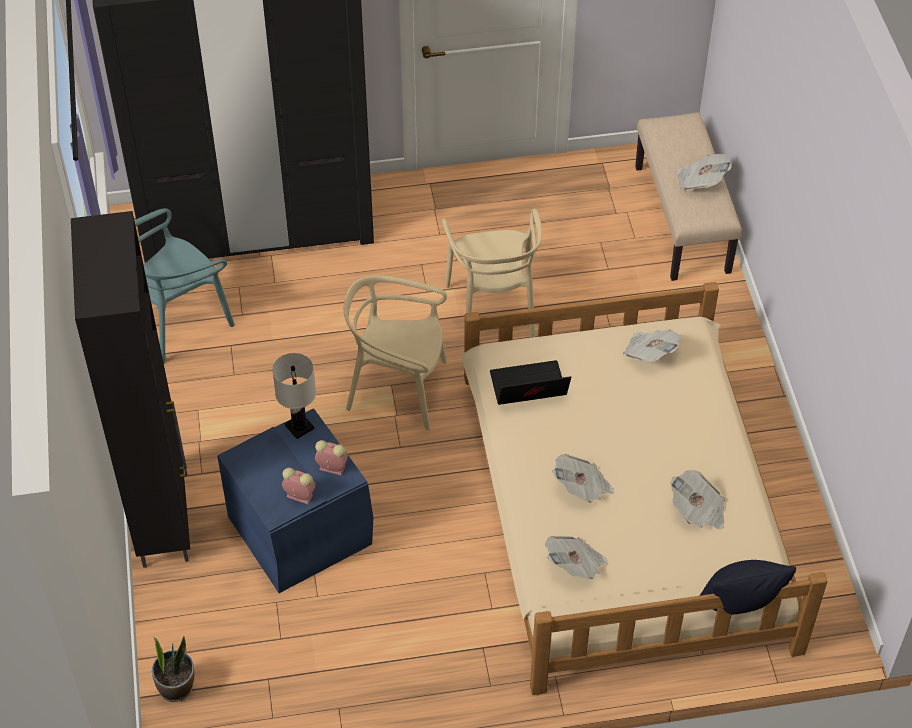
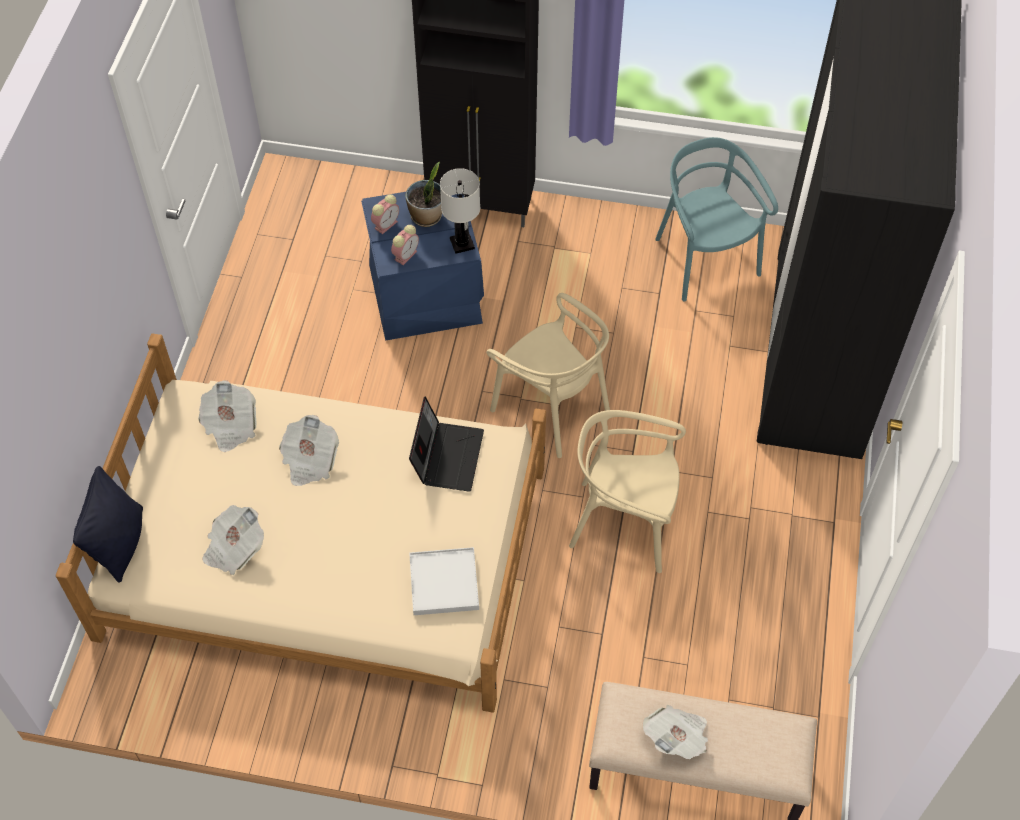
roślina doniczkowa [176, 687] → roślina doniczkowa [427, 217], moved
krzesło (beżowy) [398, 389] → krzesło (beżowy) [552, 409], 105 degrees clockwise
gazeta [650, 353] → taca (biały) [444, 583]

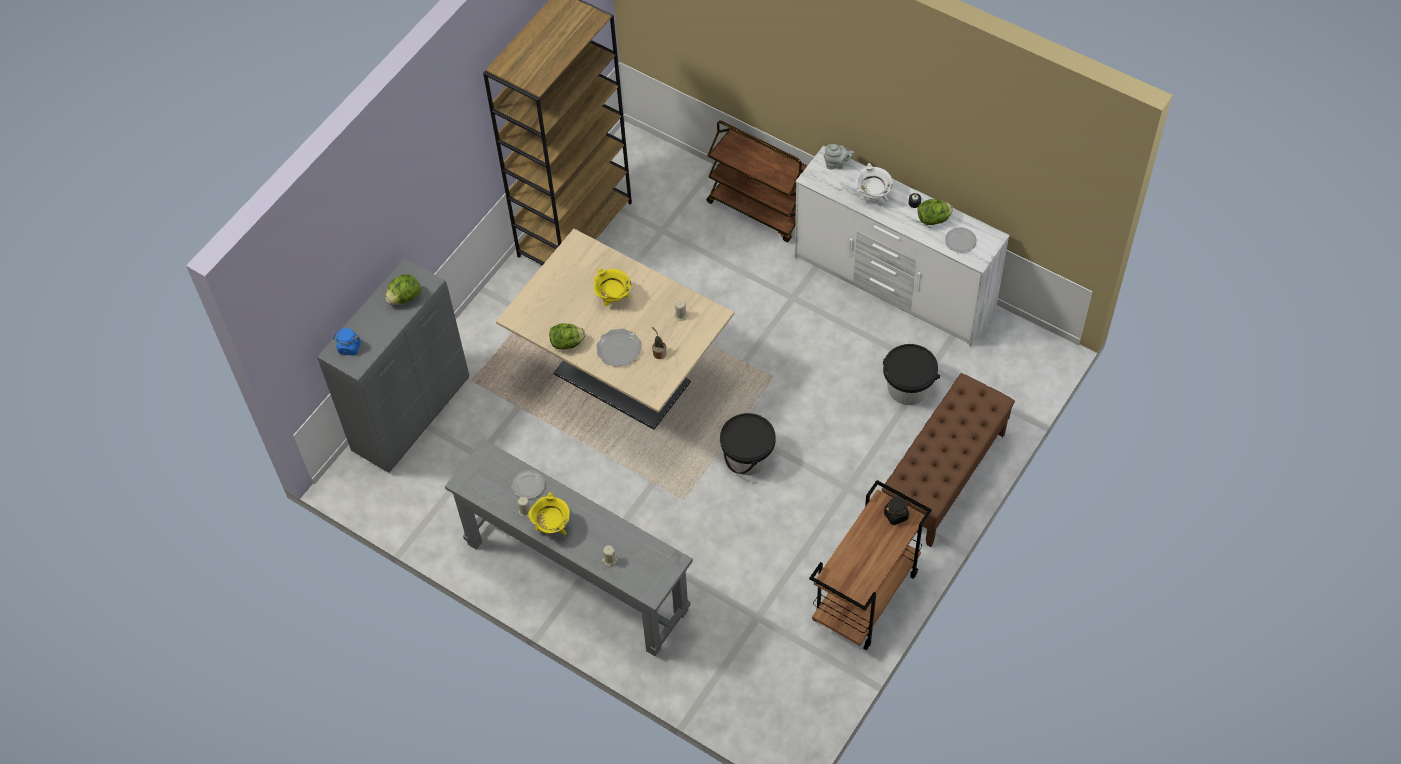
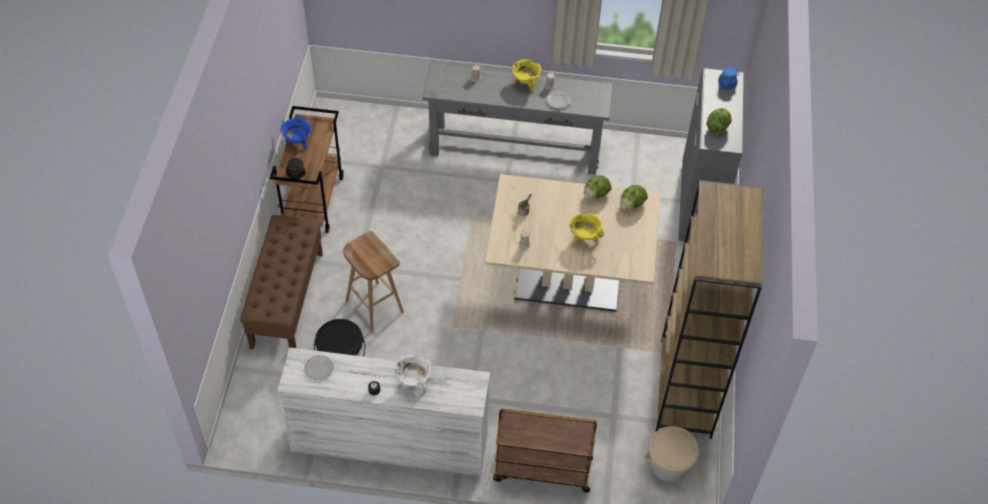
talerz [619, 349] → -
wiadro (czarny) [747, 457] → -
imbryk (szary) [837, 164] → -
sałata [934, 219] → sałata [631, 204], moved
- → garnek (niebieski) [298, 142]
- → stołek (brązowy) [373, 306]
- → wiadro (beżowy) [669, 465]

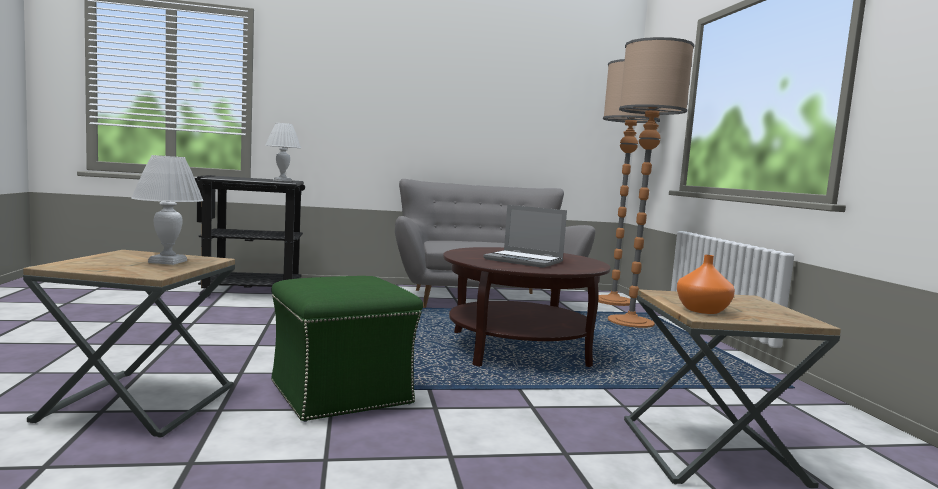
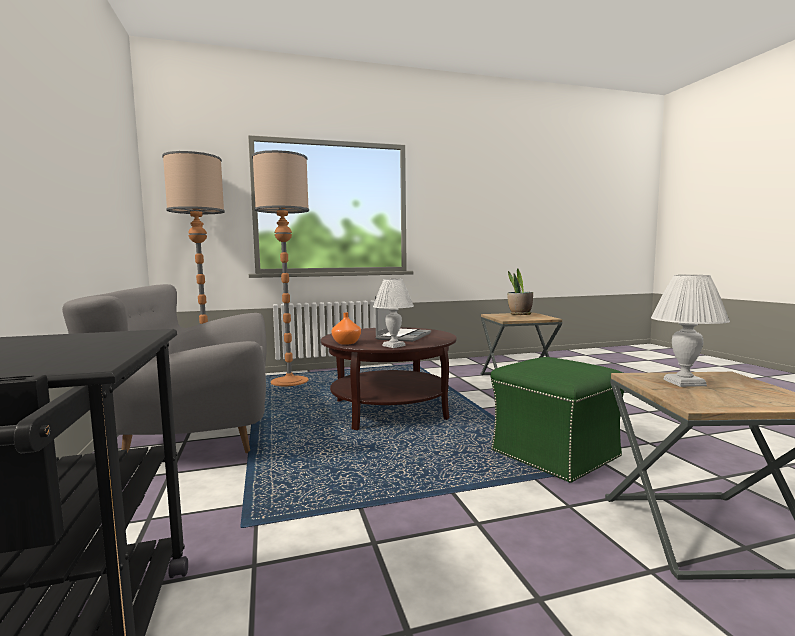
lampa stołowa (biały) [282, 181] → lampa stołowa (biały) [394, 345], moved
wazon (pomarańczowy) [702, 310] → wazon (pomarańczowy) [347, 343], moved
- → roślina doniczkowa [519, 314]

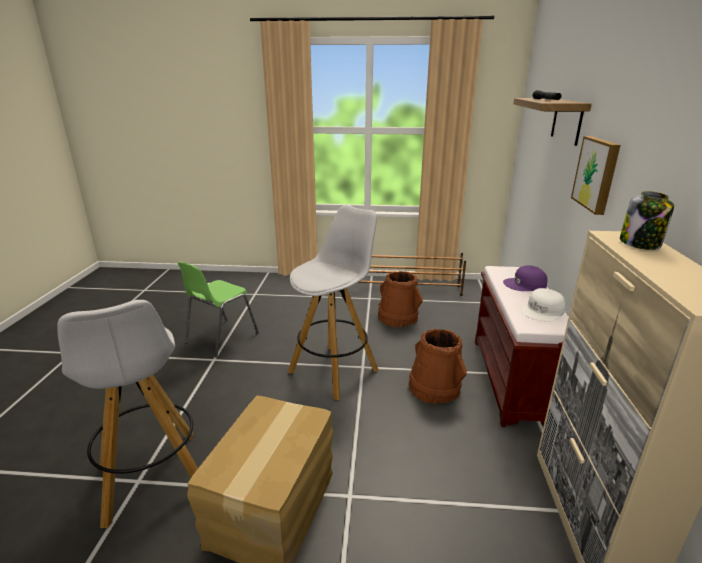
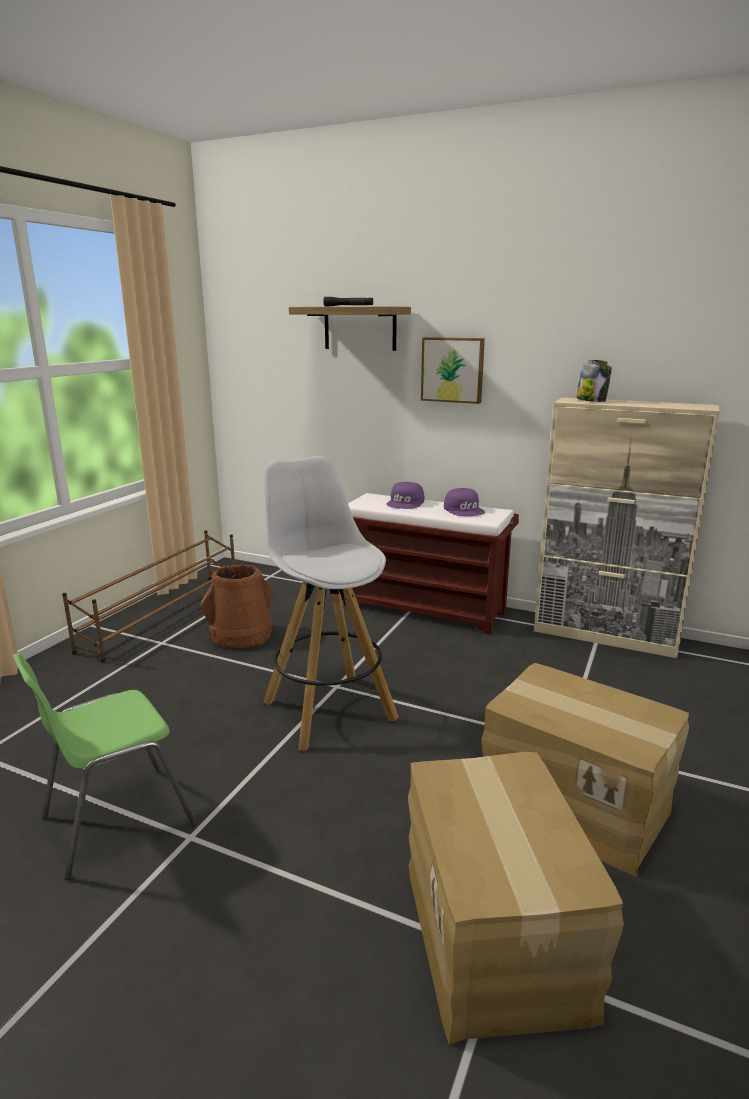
stołek (biały) [152, 478] → karton [496, 934]
krzesło (zielony) [221, 338] → krzesło (zielony) [116, 820], 90 degrees clockwise
wiadro (brązowy) [434, 387] → -
czapka z daszkiem (biały) [543, 311] → czapka z daszkiem (fioletowy) [464, 510]

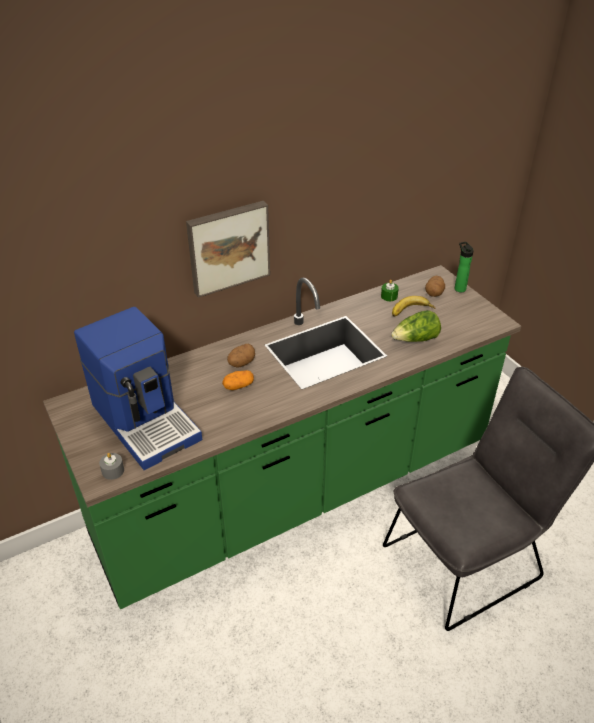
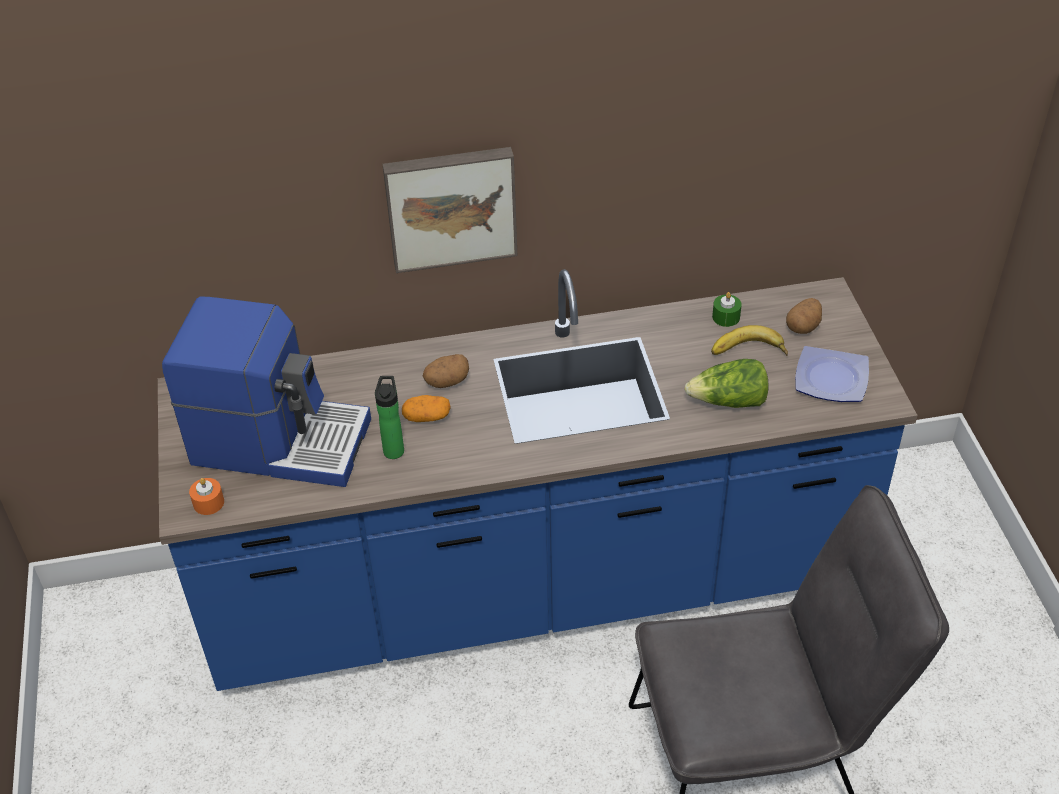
zabudowa kuchenna (zielony) [297, 492] → zabudowa kuchenna (niebieski) [535, 588]
ekspres do kawy [146, 420] → ekspres do kawy [280, 440], 60 degrees counterclockwise
świeca (szary) [113, 471] → świeca (pomarańczowy) [208, 503]
butelka [459, 288] → butelka [394, 449], moved
- → talerz [832, 378]

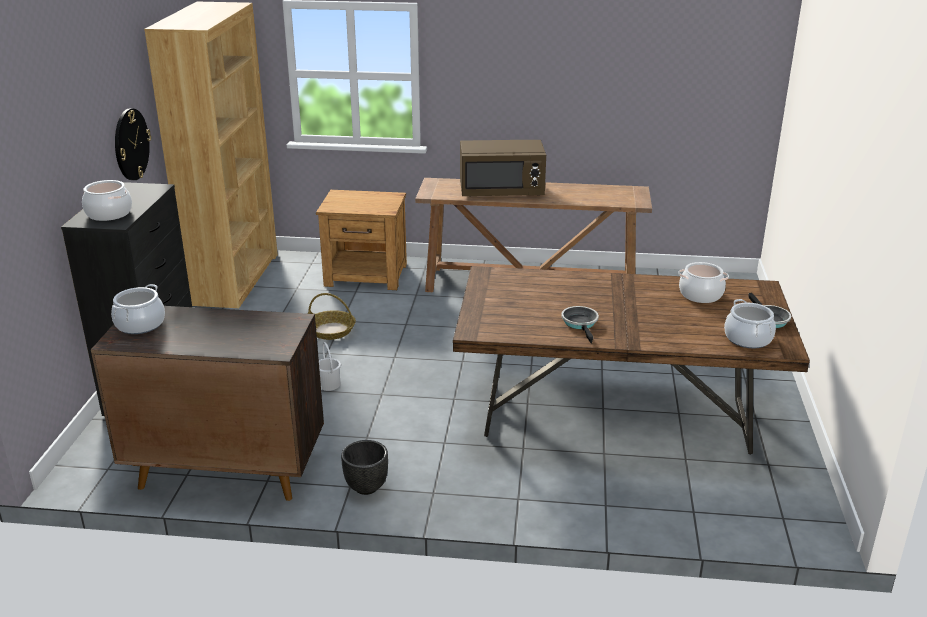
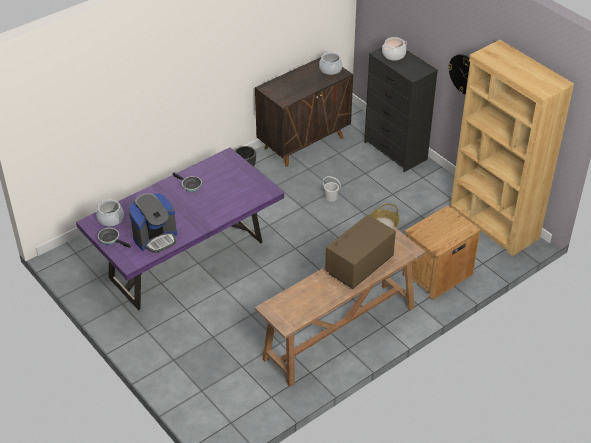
stół jadalny (brązowy) [614, 418] → stół jadalny (fioletowy) [187, 260]
garnek [700, 295] → ekspres do kawy [155, 238]

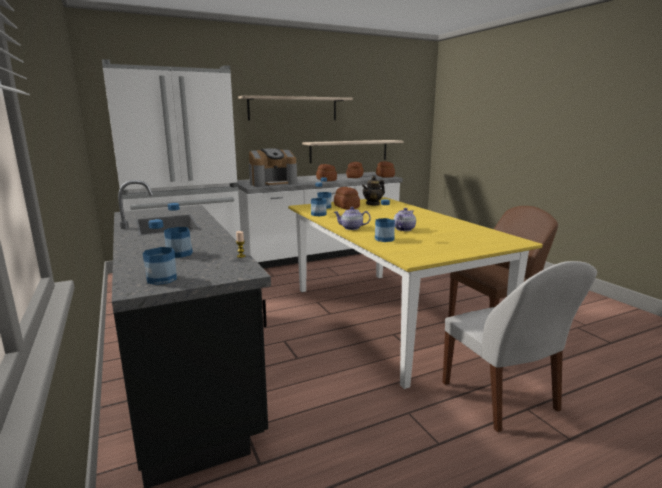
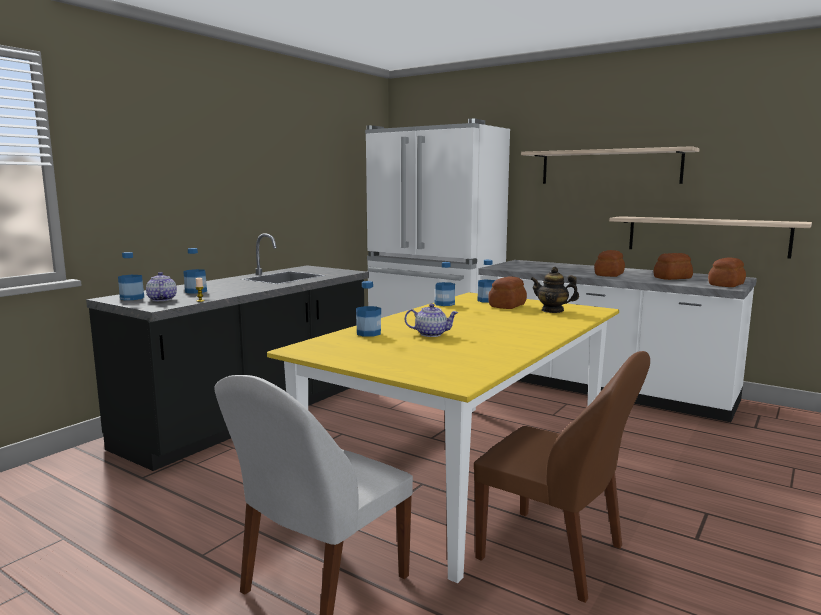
ekspres do kawy [273, 183] → -
imbryk [351, 228] → imbryk [161, 299], moved

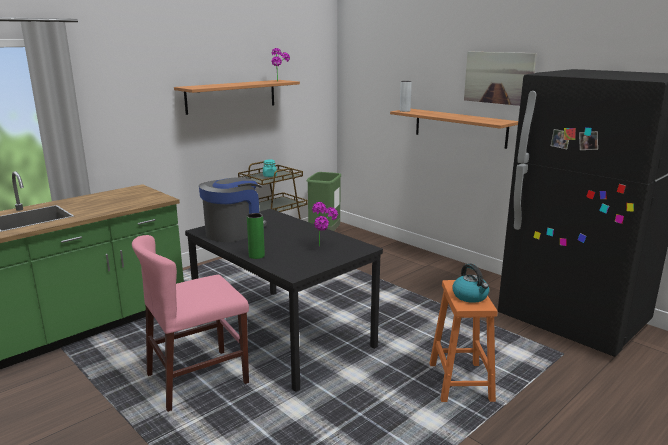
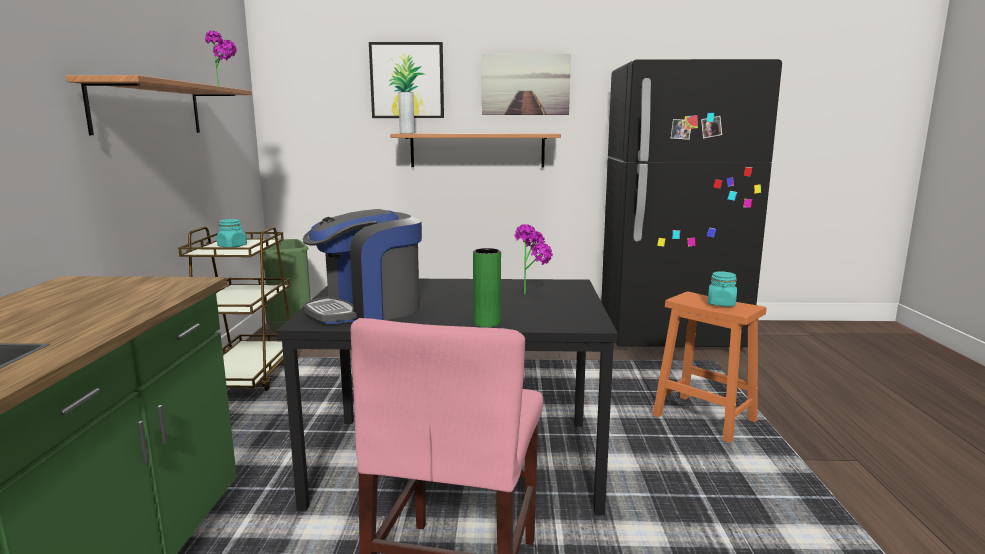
ekspres do kawy [234, 232] → ekspres do kawy [368, 310], 120 degrees counterclockwise
czajnik [470, 296] → słoik (turkusowy) [721, 304]
- → obraz [407, 80]

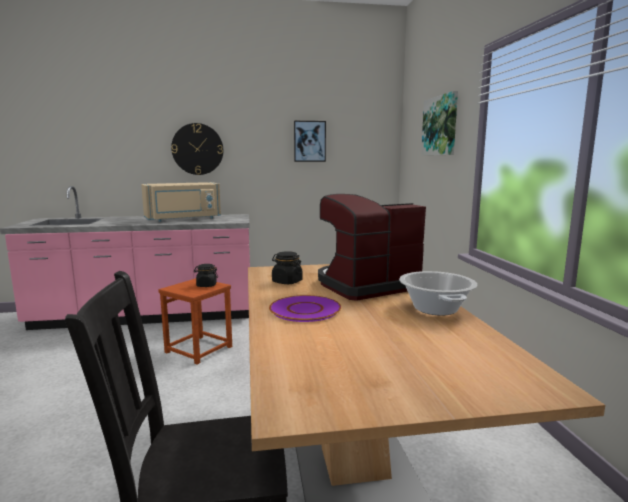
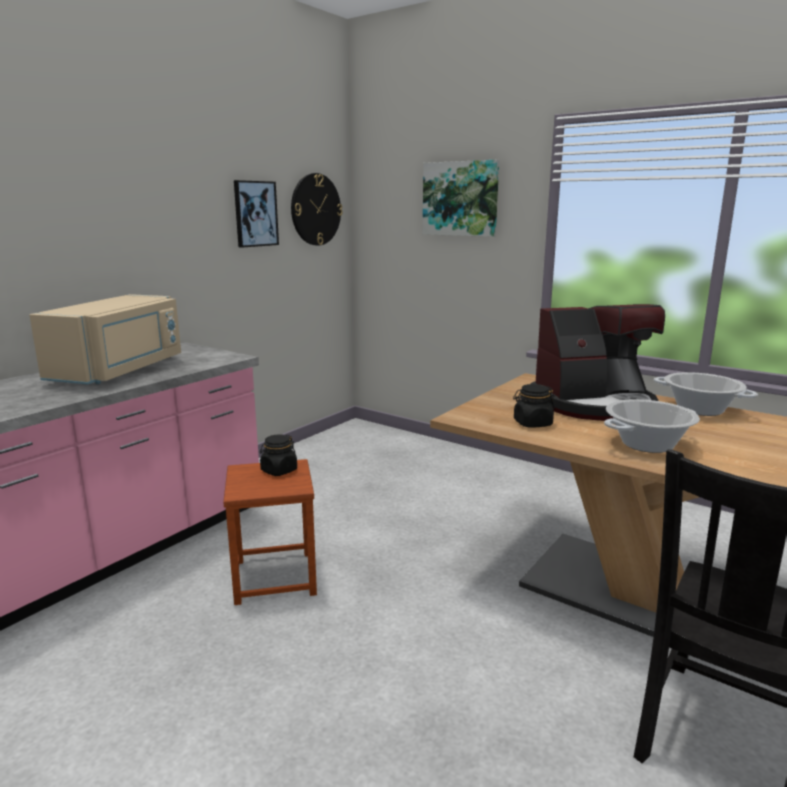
zegar ścienny [197, 149] → zegar ścienny [315, 209], moved
talerz (fioletowy) [305, 309] → garnek [647, 444]
ekspres do kawy [366, 285] → ekspres do kawy [594, 404], 120 degrees counterclockwise

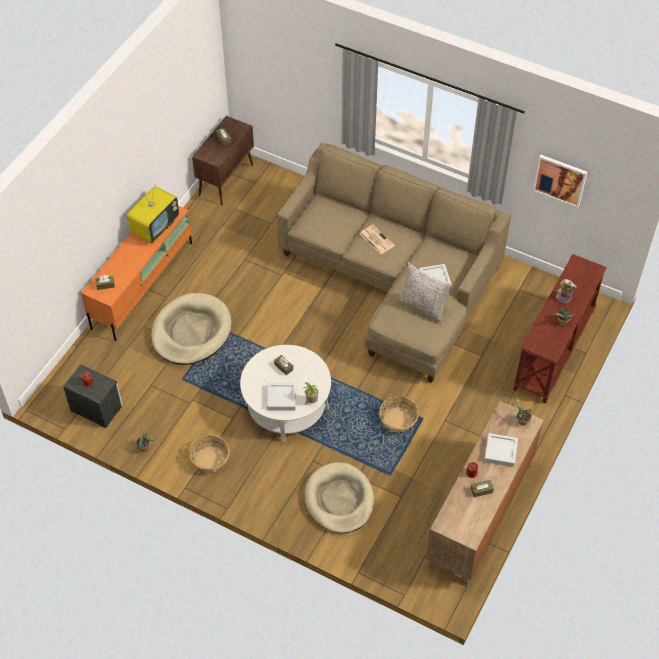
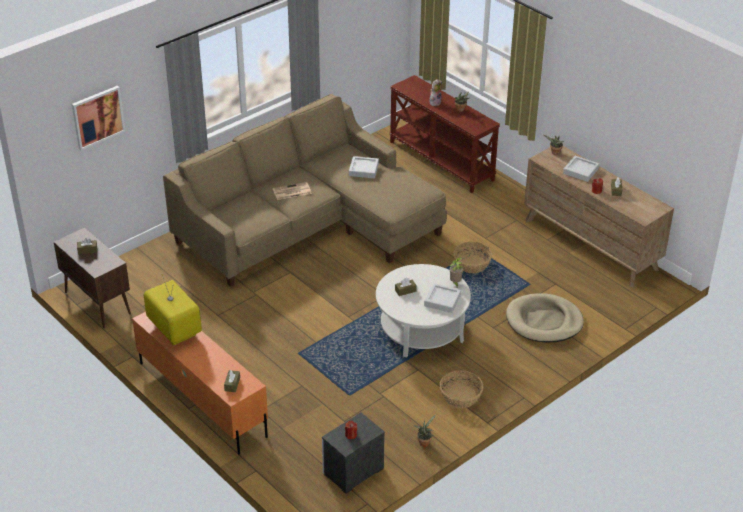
legowisko (beżowy) [191, 331] → -
poduszka (szary) [423, 306] → -
obraz [560, 180] → obraz [98, 117], moved

